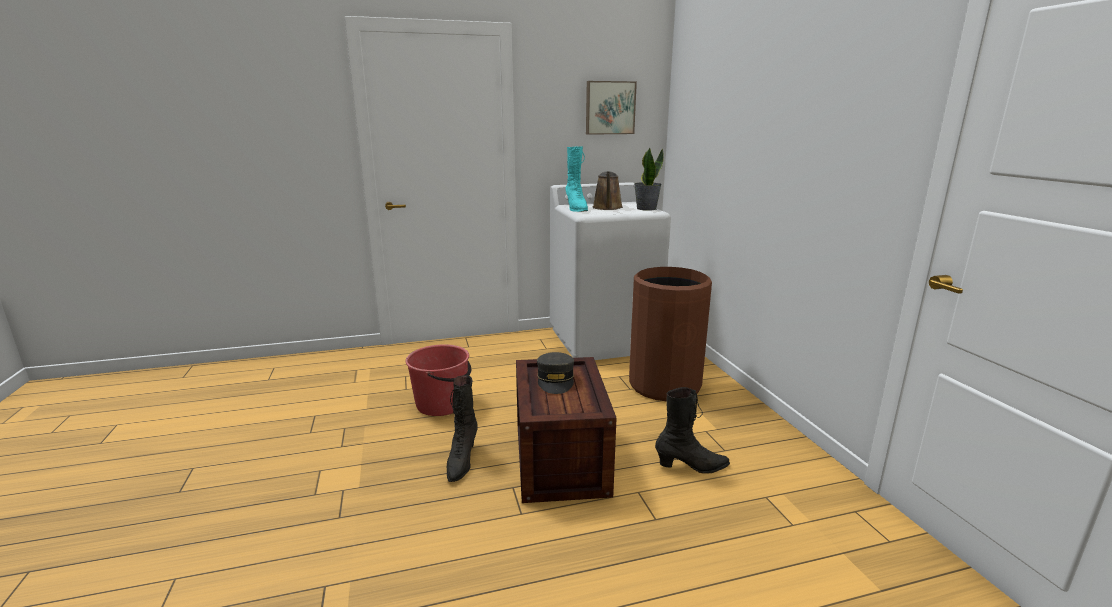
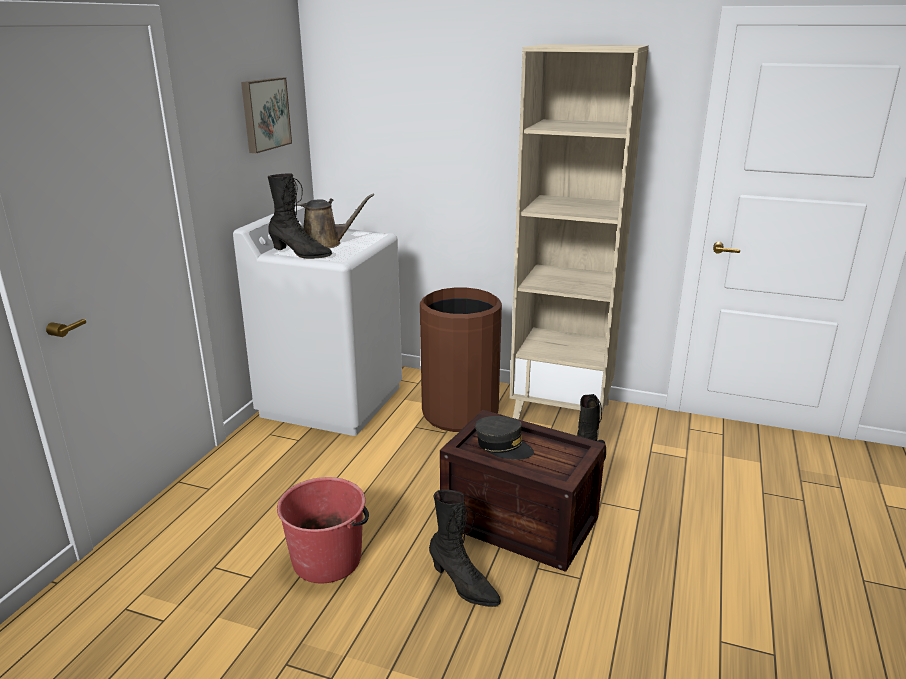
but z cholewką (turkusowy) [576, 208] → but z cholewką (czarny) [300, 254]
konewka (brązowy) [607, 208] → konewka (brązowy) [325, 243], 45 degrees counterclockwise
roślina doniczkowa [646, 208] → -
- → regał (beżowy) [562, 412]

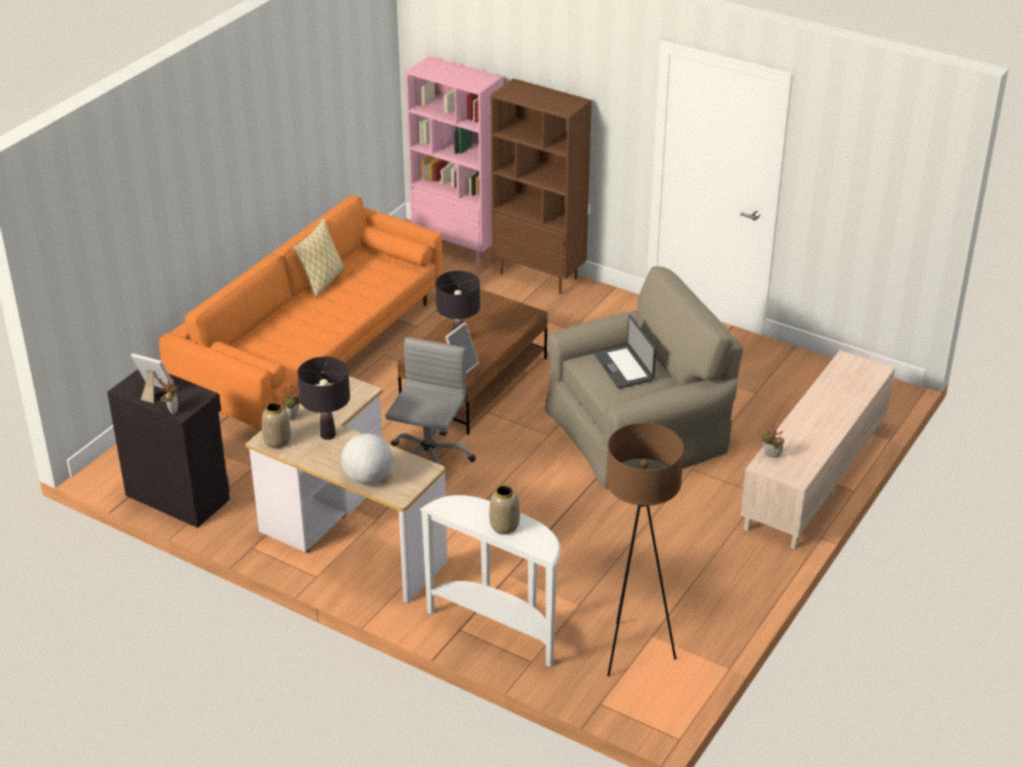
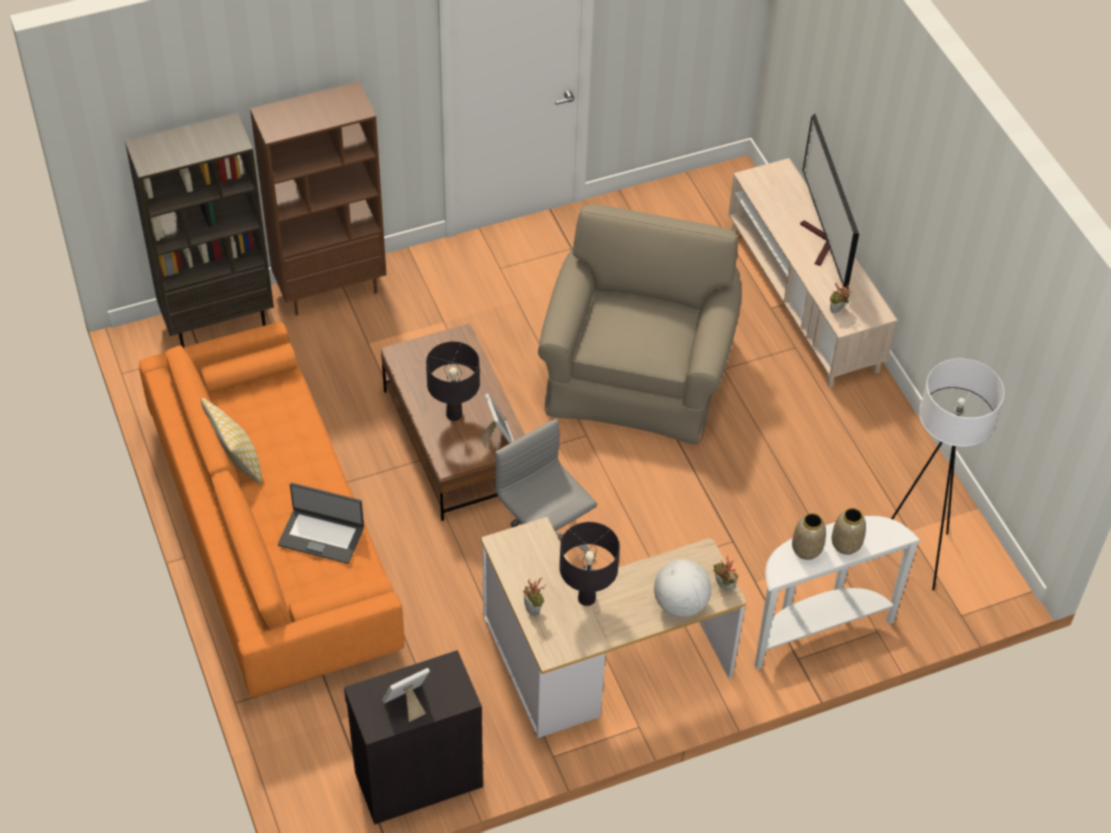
roślina doniczkowa [172, 410] → roślina doniczkowa [722, 587], moved
wazon [277, 442] → wazon [807, 550], moved
regał (różowy) [458, 249] → regał (brązowy) [218, 321]
laptop [624, 367] → laptop [321, 535], moved
lampa stojąca (brązowy) [633, 651] → lampa stojąca (biały) [917, 555]
- → telewizor [821, 243]

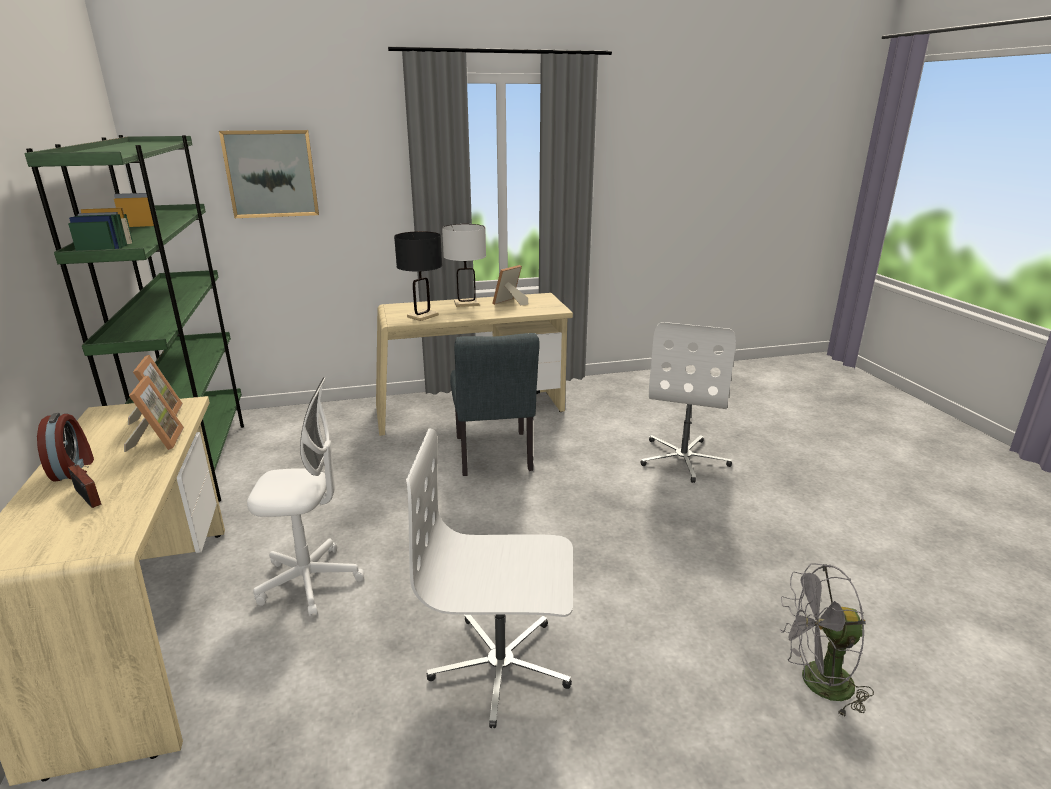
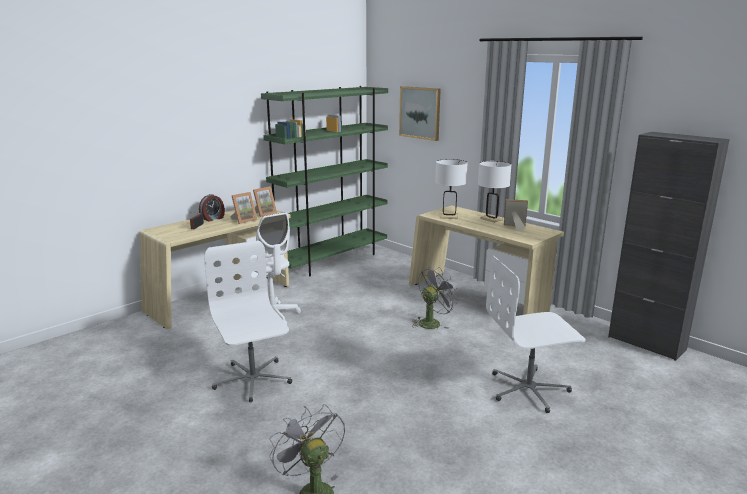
lampa stołowa (czarny) [422, 316] → lampa stołowa (biały) [449, 217]
krzesło (szary) [494, 457] → wentylator (szary) [432, 322]
- → szafka (czarny) [646, 343]

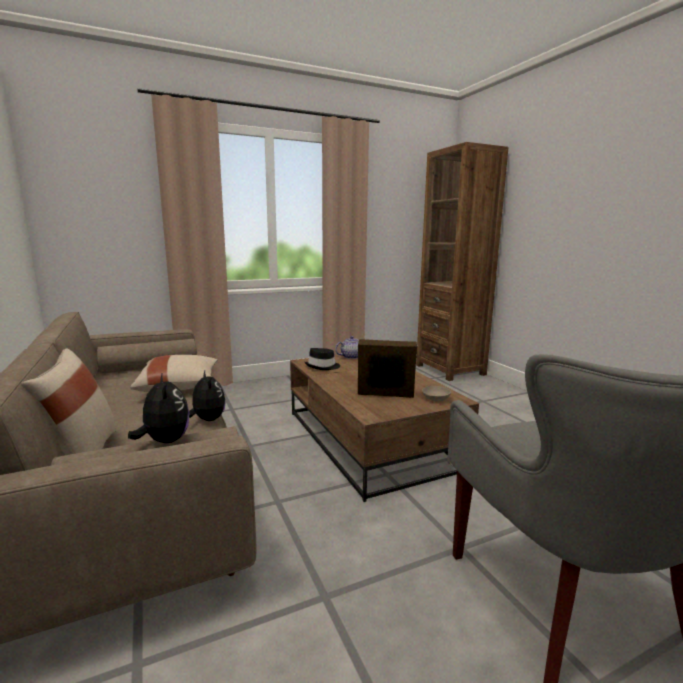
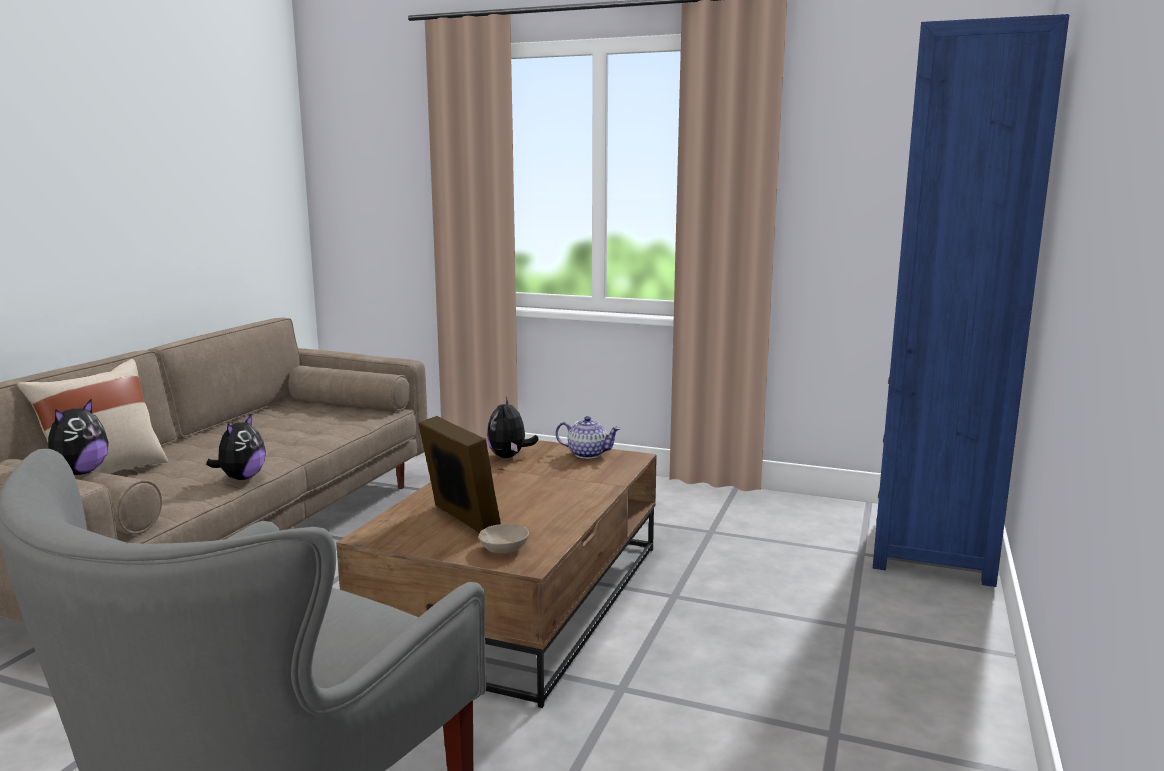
poduszka (beżowy) [179, 387] → -
kapelusz (czarny) [323, 366] → pluszak [509, 457]
regał (brązowy) [450, 370] → regał (niebieski) [932, 550]

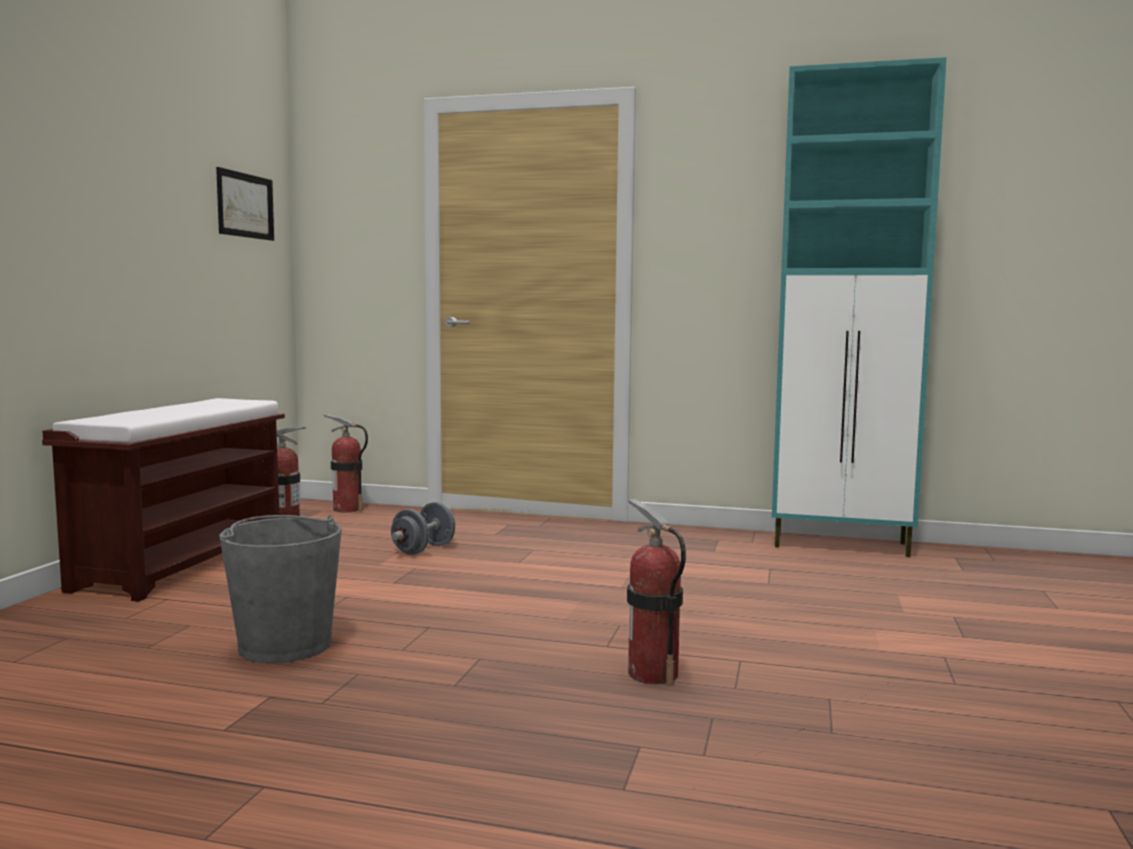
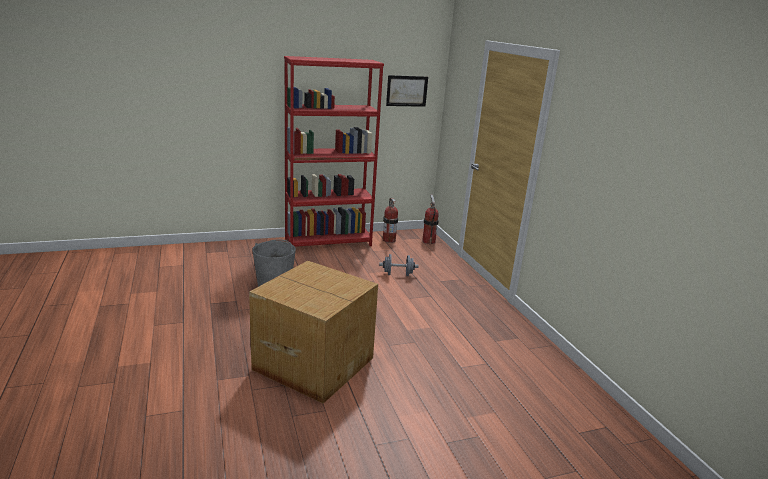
ławka (brązowy) [184, 562] → regał (czerwony) [328, 242]
gaśnica [653, 674] → karton [313, 362]
szafka (turkusowy) [842, 545] → -

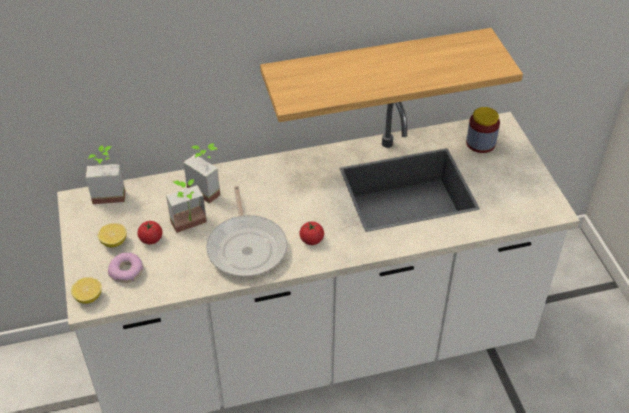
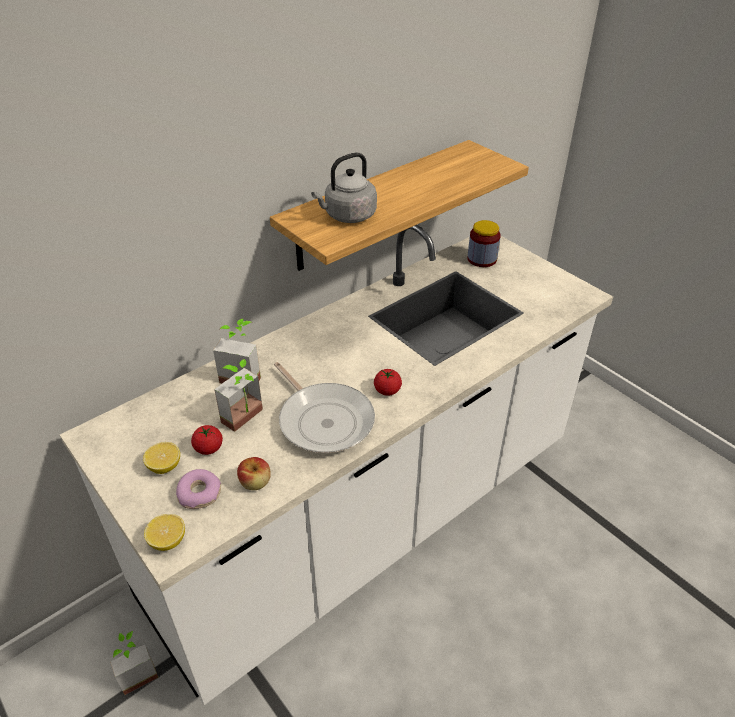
roślina doniczkowa [109, 192] → roślina doniczkowa [137, 672], moved
- → jabłko [255, 482]
- → czajnik (szary) [348, 216]

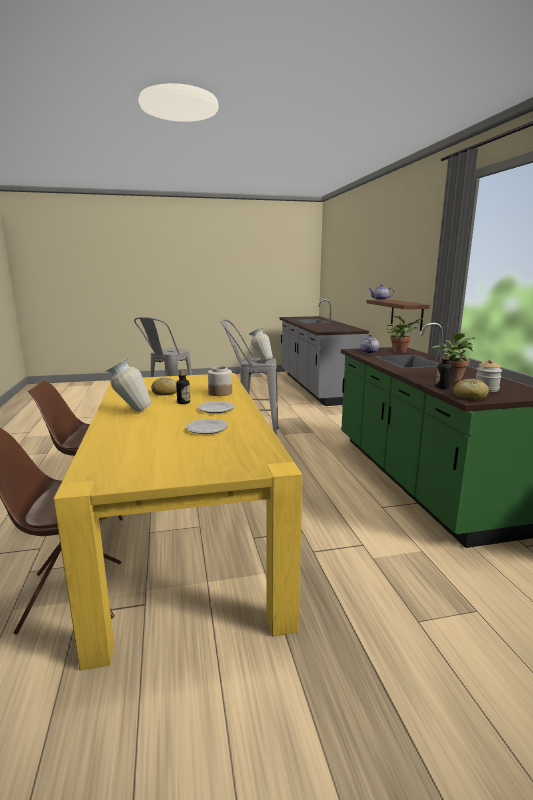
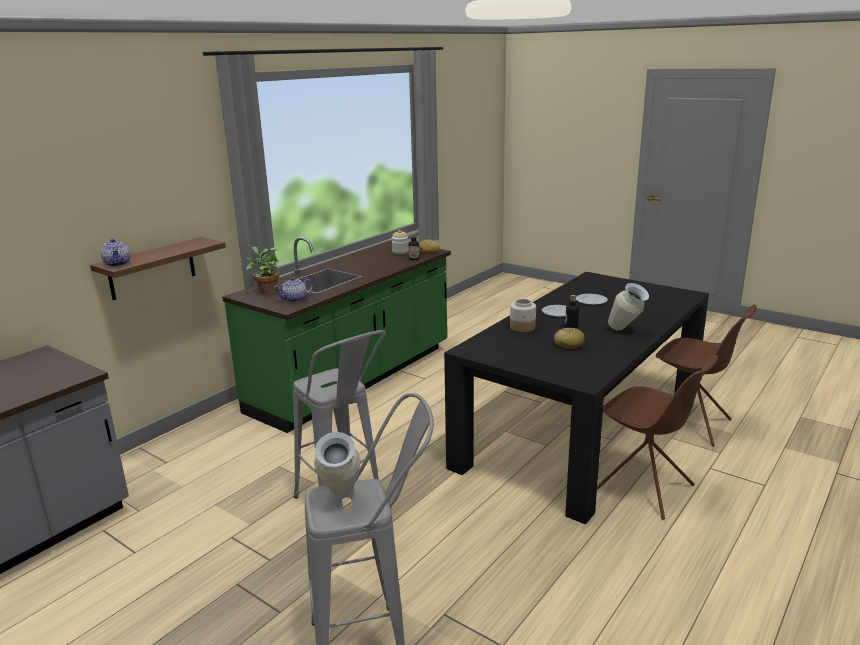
stół jadalny (żółty) [185, 530] → stół jadalny (czarny) [582, 428]
wazon [260, 361] → wazon [340, 502], moved
roślina doniczkowa [451, 378] → -

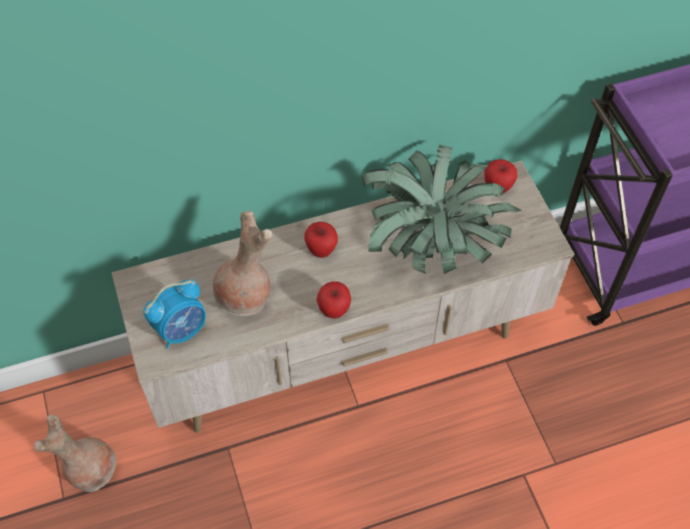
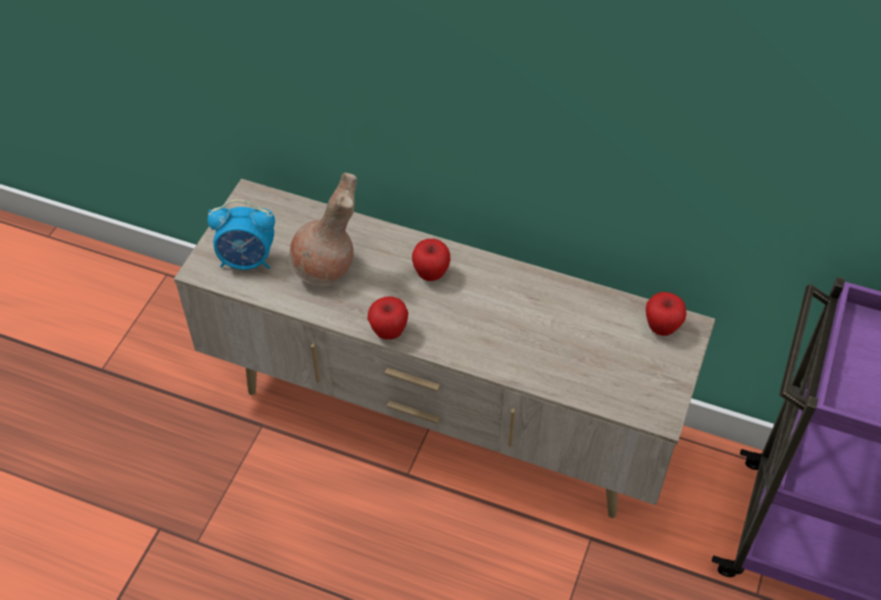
wazon (brązowy) [91, 469] → -
roślina doniczkowa [432, 241] → -

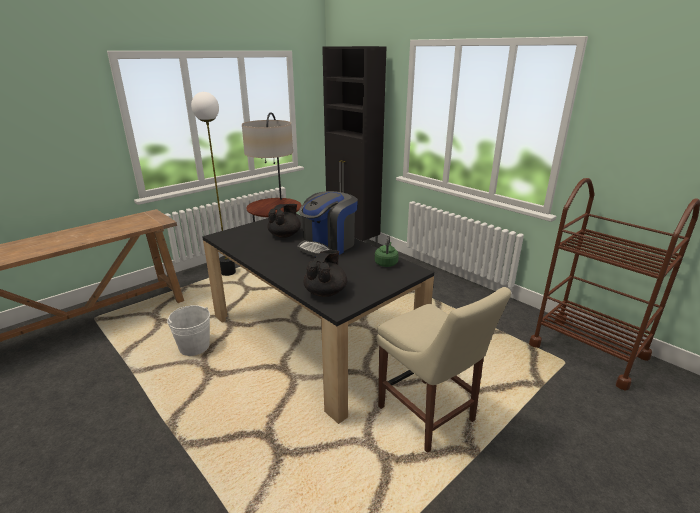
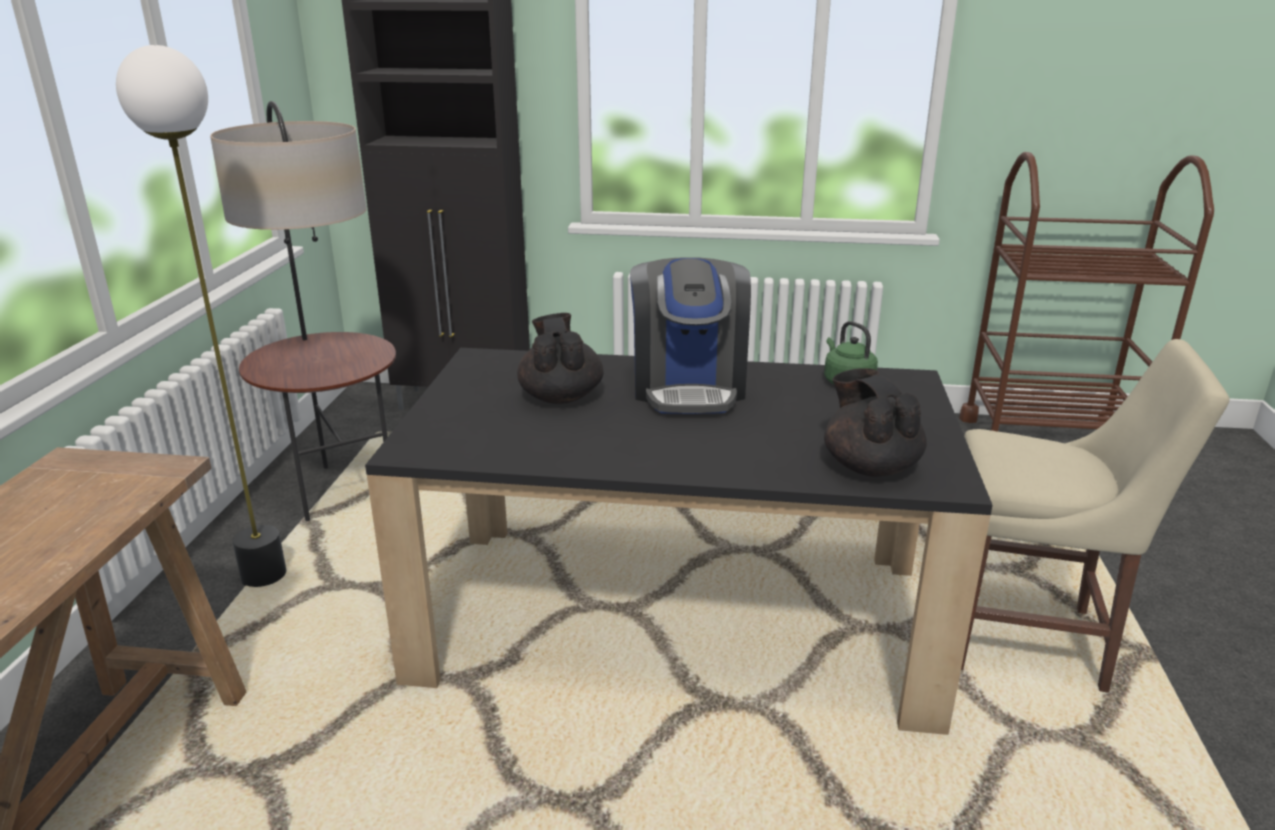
wiadro (biały) [194, 347] → -

